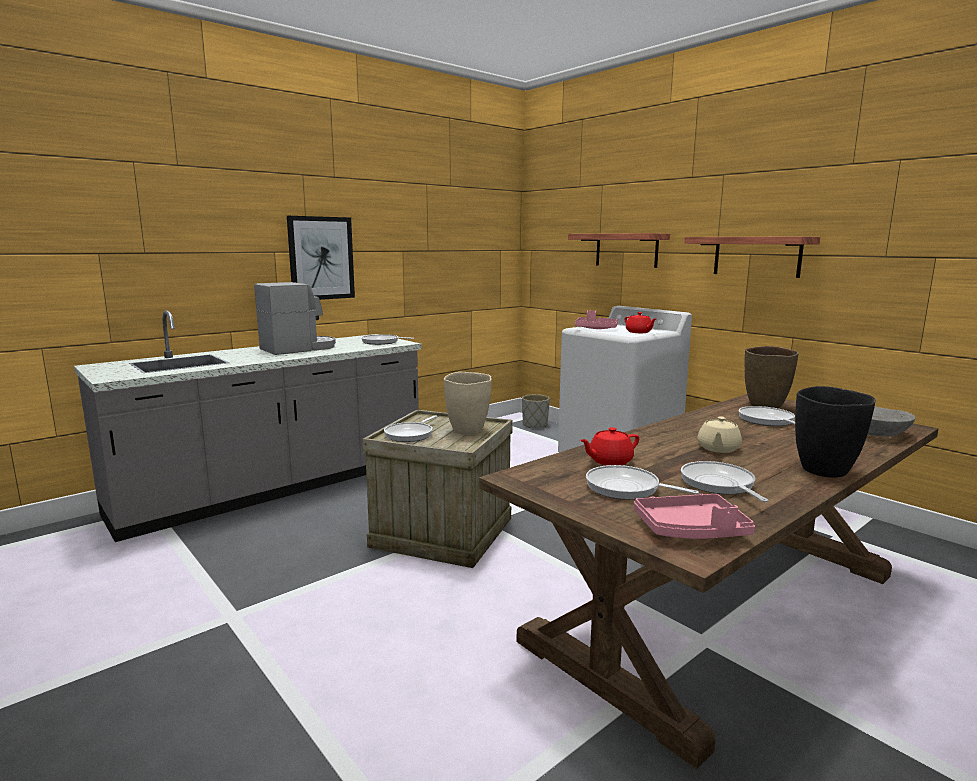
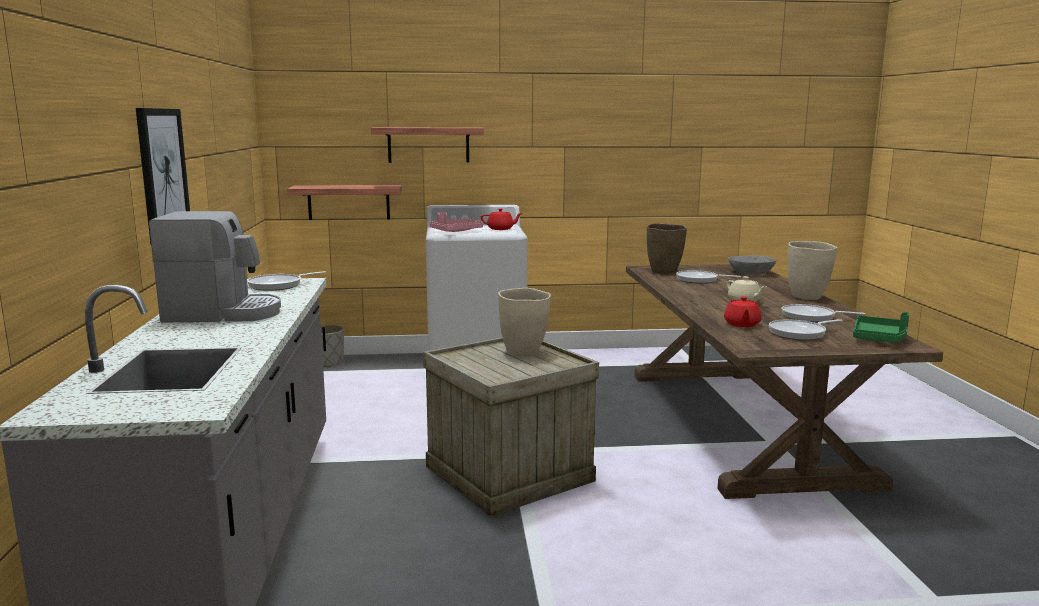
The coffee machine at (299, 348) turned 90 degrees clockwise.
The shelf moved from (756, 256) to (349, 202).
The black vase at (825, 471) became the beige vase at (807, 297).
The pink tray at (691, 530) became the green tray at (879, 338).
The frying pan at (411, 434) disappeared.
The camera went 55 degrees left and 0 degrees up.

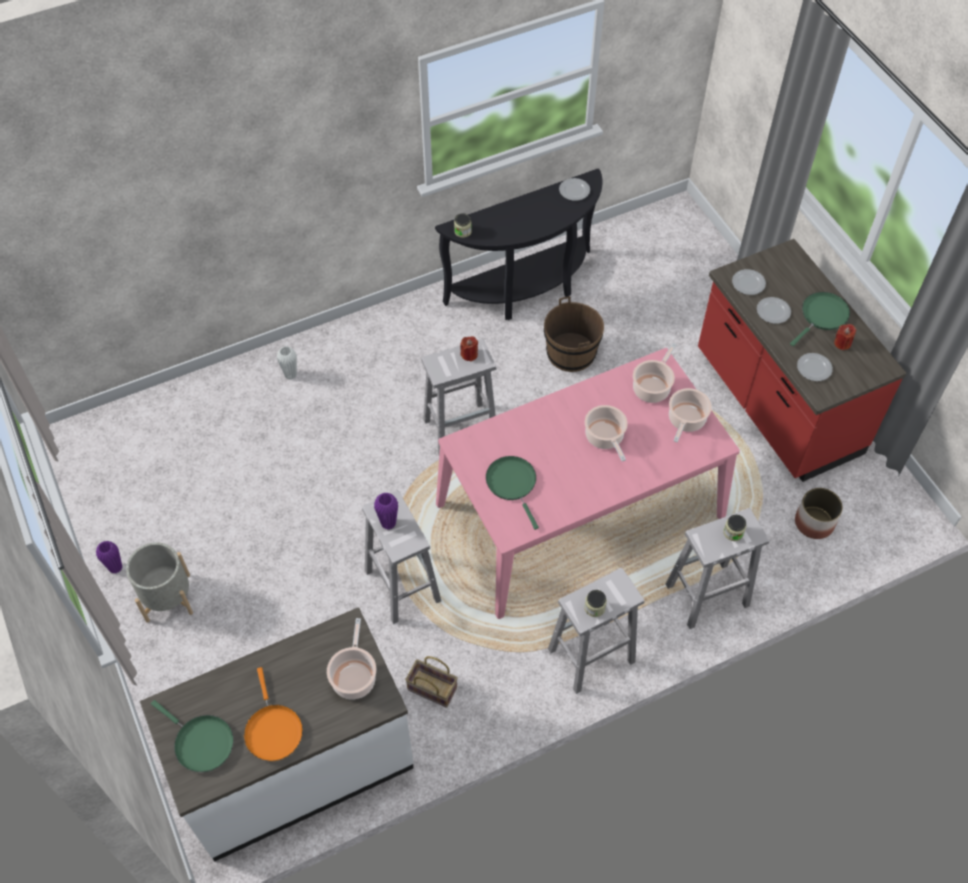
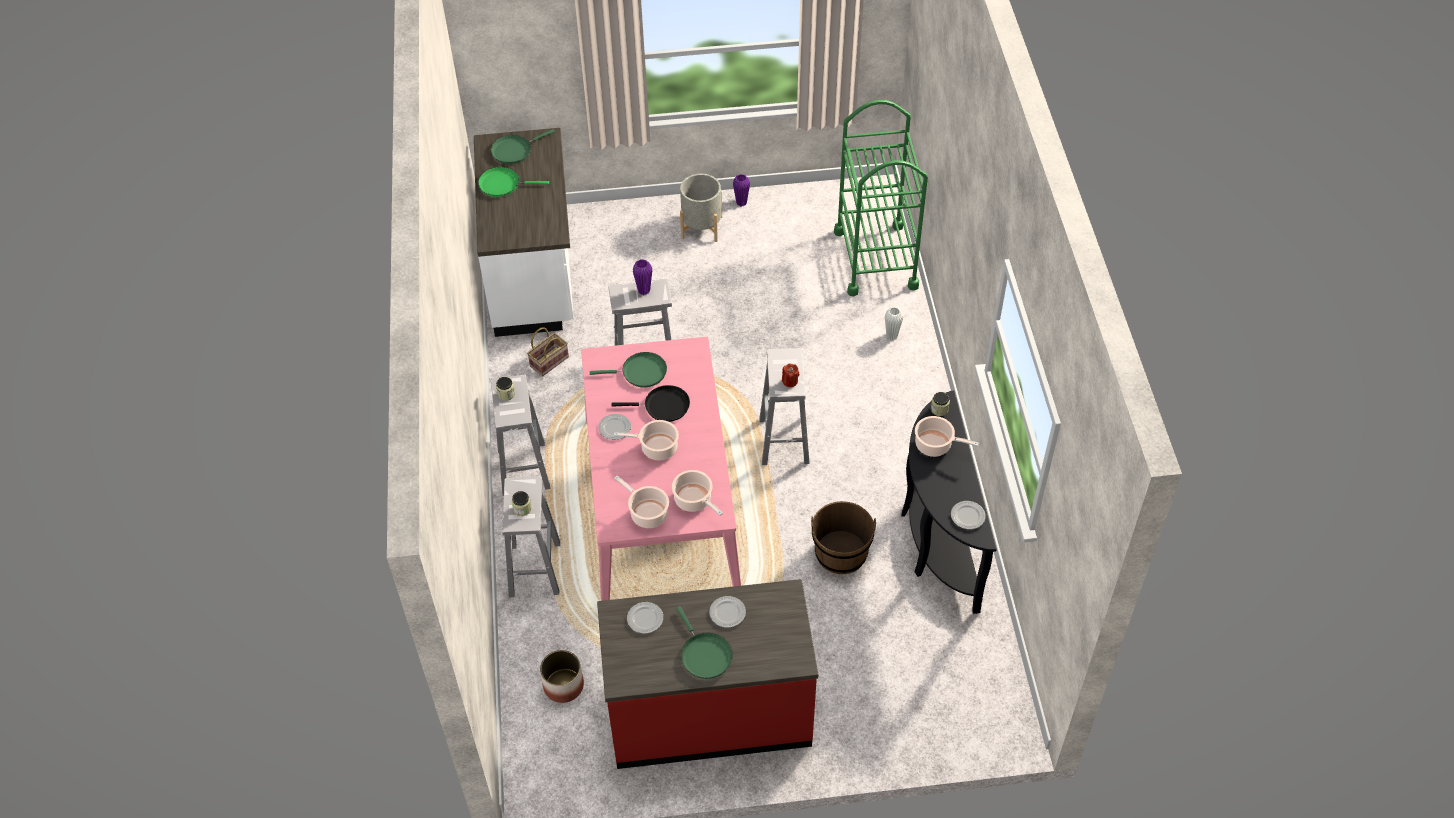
The orange frying pan at (273, 730) became the green frying pan at (502, 184).
The plate moved from (748, 283) to (614, 428).
The black frying pan at (663, 406) appeared.
The green cart at (875, 259) appeared.
The cooking pot moved from (354, 676) to (935, 445).
The red candle at (842, 343) disappeared.
The camera went 110 degrees right and 5 degrees down.

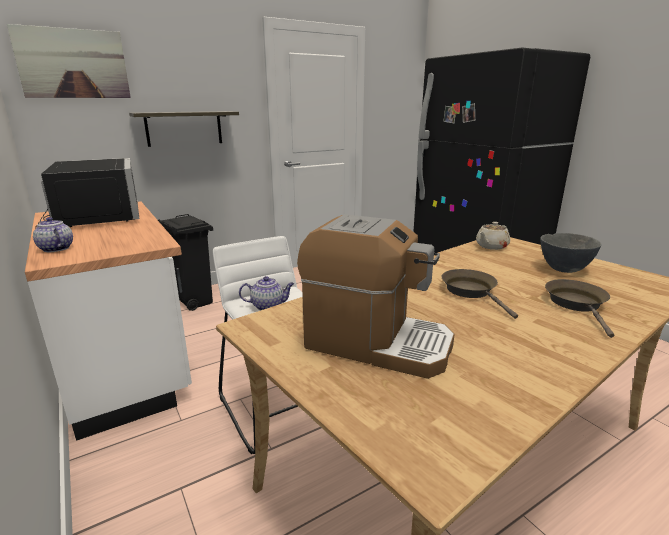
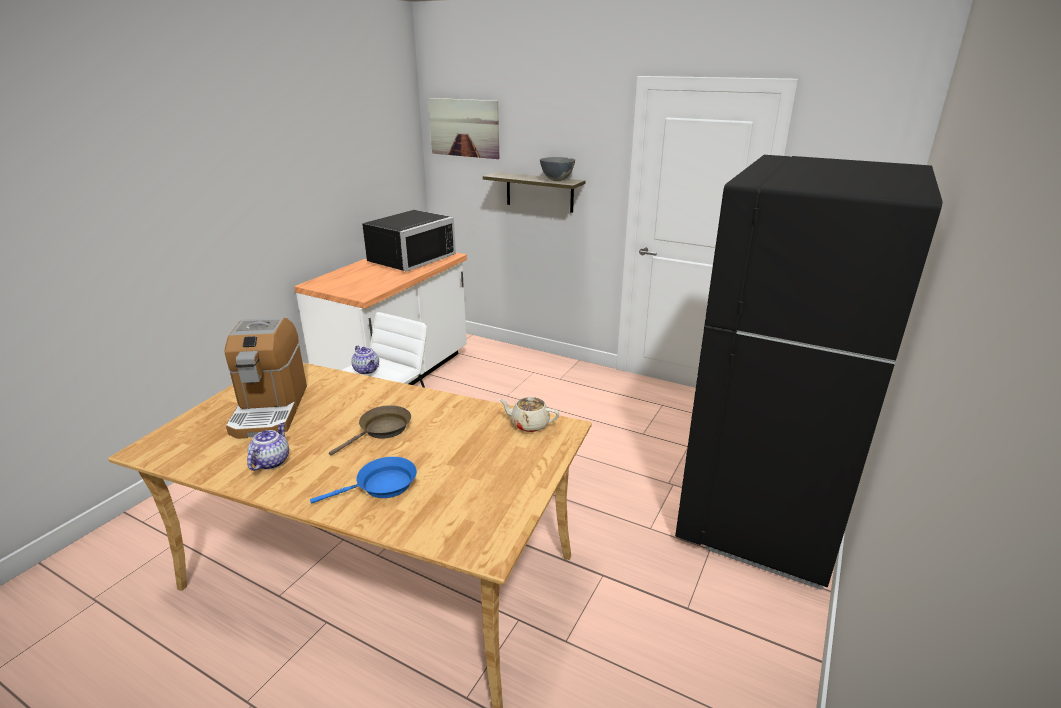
The teapot moved from (55, 248) to (271, 461).
The brown frying pan at (577, 304) became the blue frying pan at (382, 486).
The grey bowl moved from (563, 270) to (557, 180).
The black trash can at (194, 302) disappeared.
The camera went 60 degrees right and 5 degrees up.

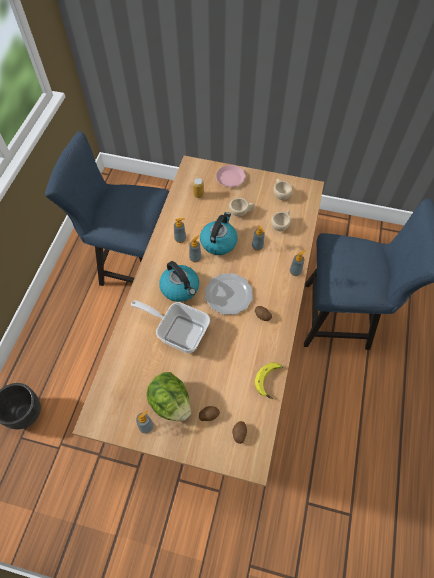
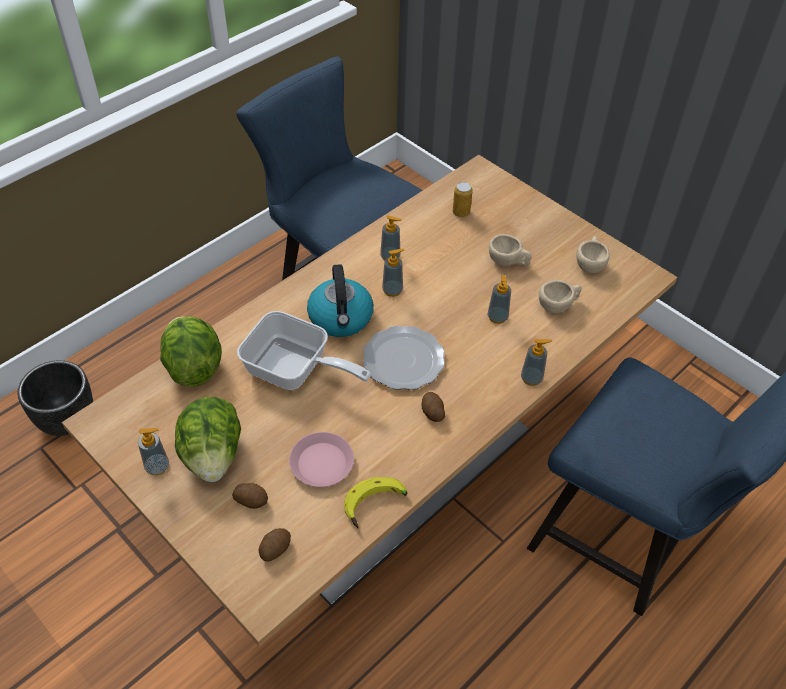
The lettuce at (193, 366) appeared.
The frying pan at (178, 331) turned 150 degrees clockwise.
The pink plate moved from (230, 178) to (321, 463).
The kettle at (218, 242) disappeared.
The camera went 30 degrees right and 10 degrees down.

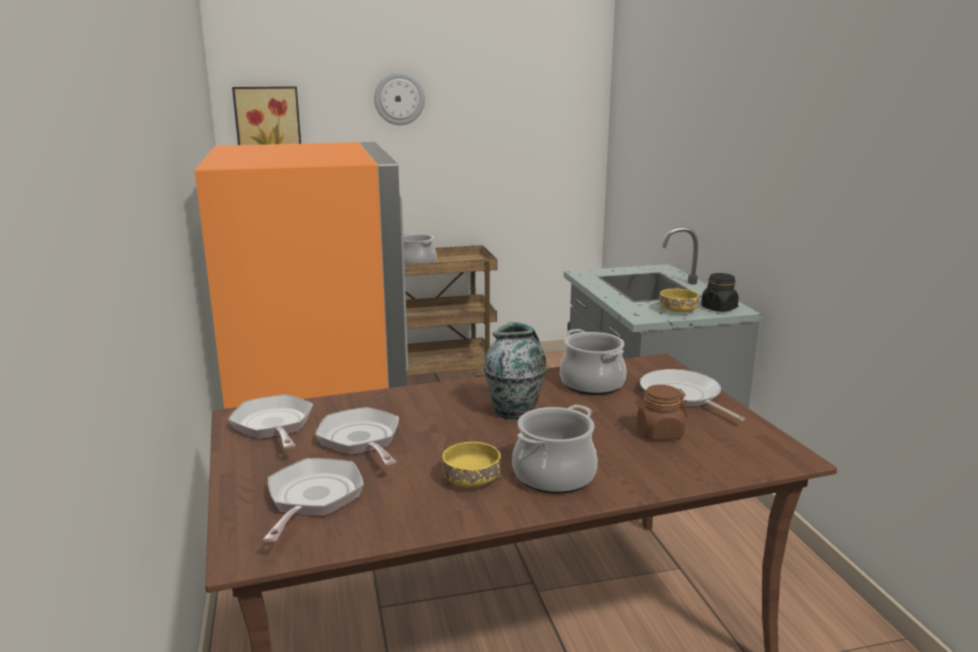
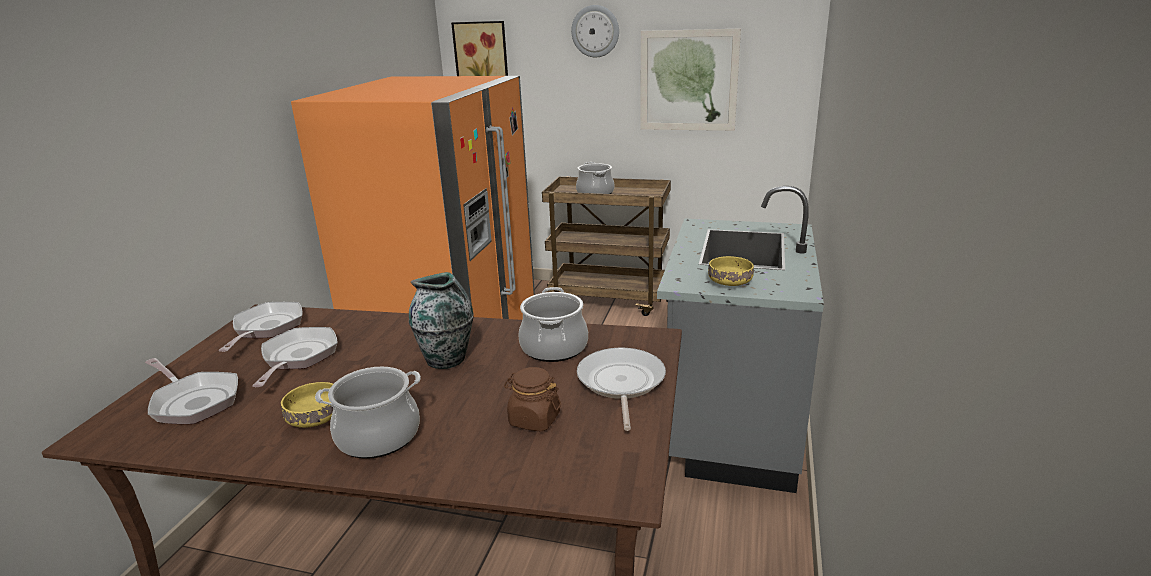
The frying pan at (312, 499) turned 90 degrees clockwise.
The picture at (688, 81) appeared.
The black jar at (719, 308) disappeared.
The camera went 30 degrees right and 5 degrees up.

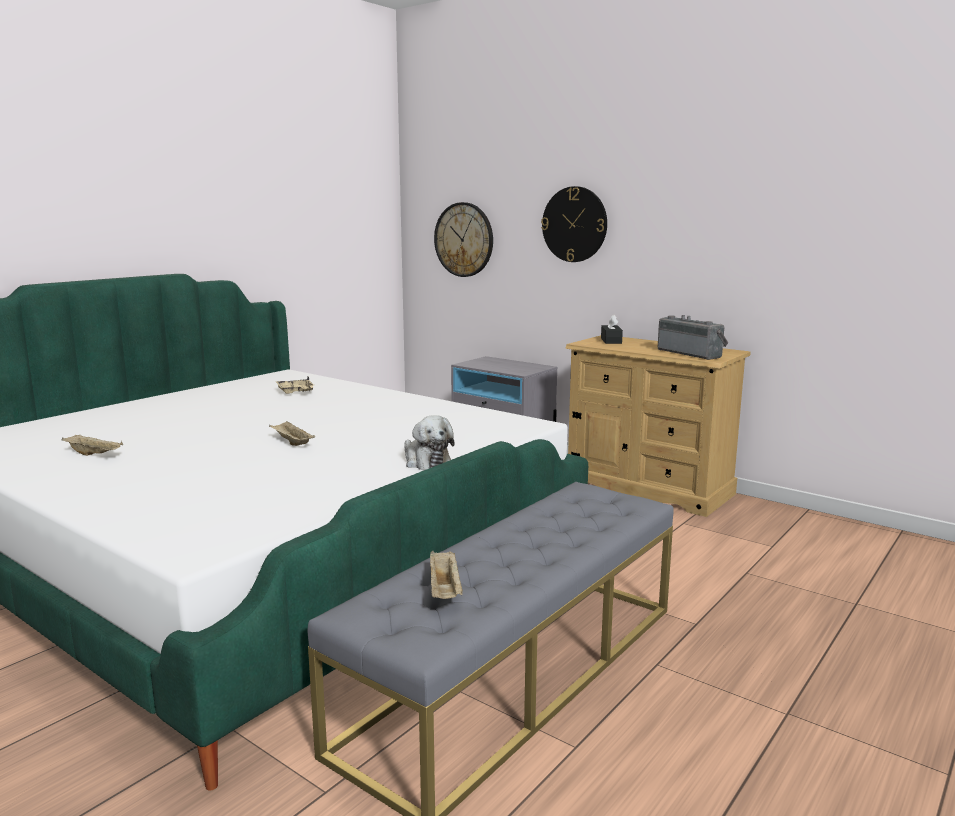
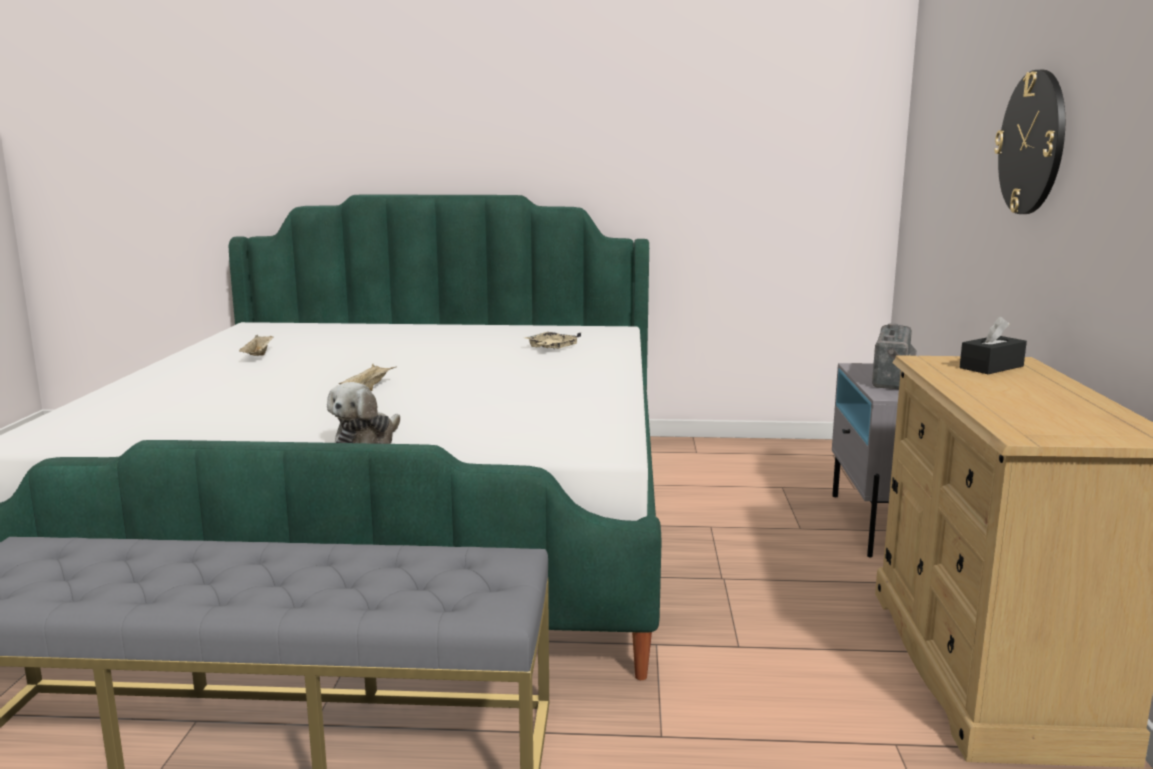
The radio moved from (691, 353) to (896, 379).
The beige tray at (445, 590) disappeared.
The wall clock at (464, 239) disappeared.
The camera went 55 degrees right and 0 degrees up.

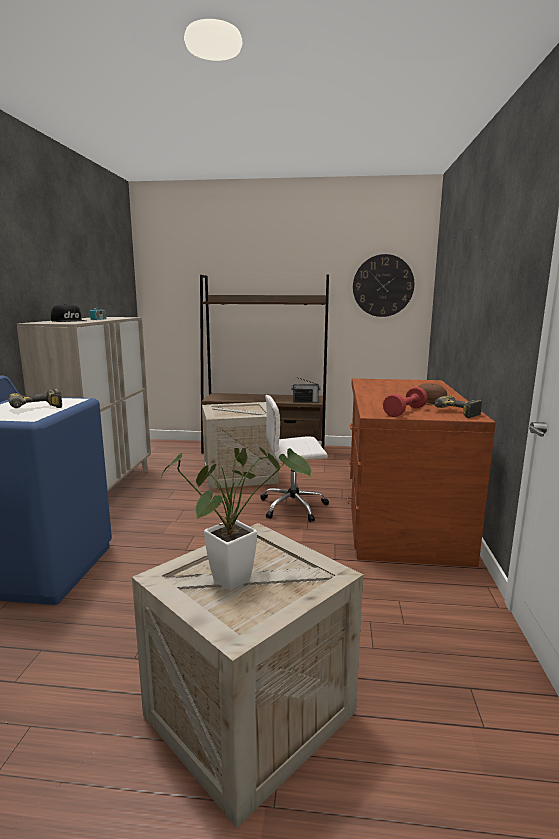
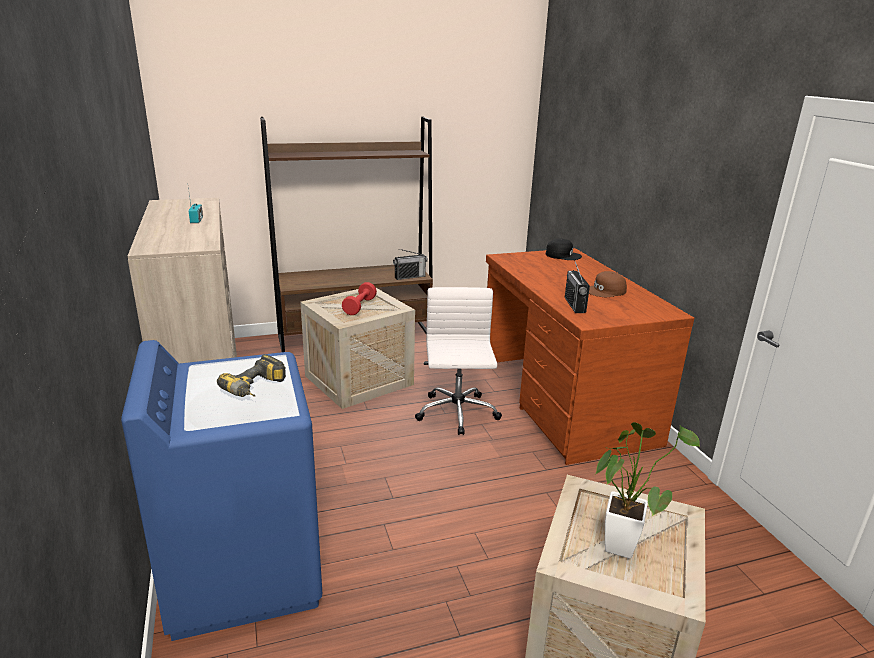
The red dumbbell moved from (405, 412) to (359, 306).
The white office chair at (294, 506) turned 120 degrees clockwise.
The black cap moved from (69, 321) to (562, 255).
The radio at (574, 305) appeared.
The wall clock at (383, 286) disappeared.
The power drill at (453, 413) disappeared.
The camera went 25 degrees left and 10 degrees up.

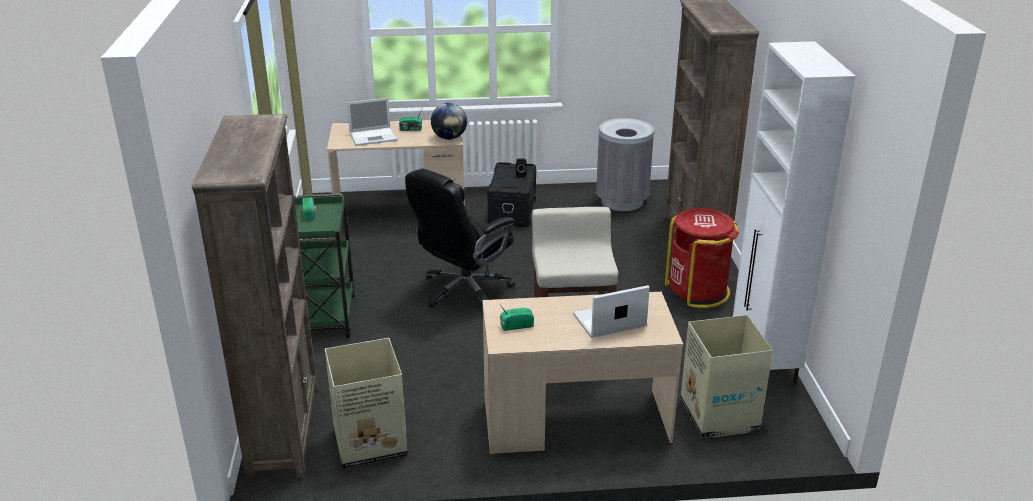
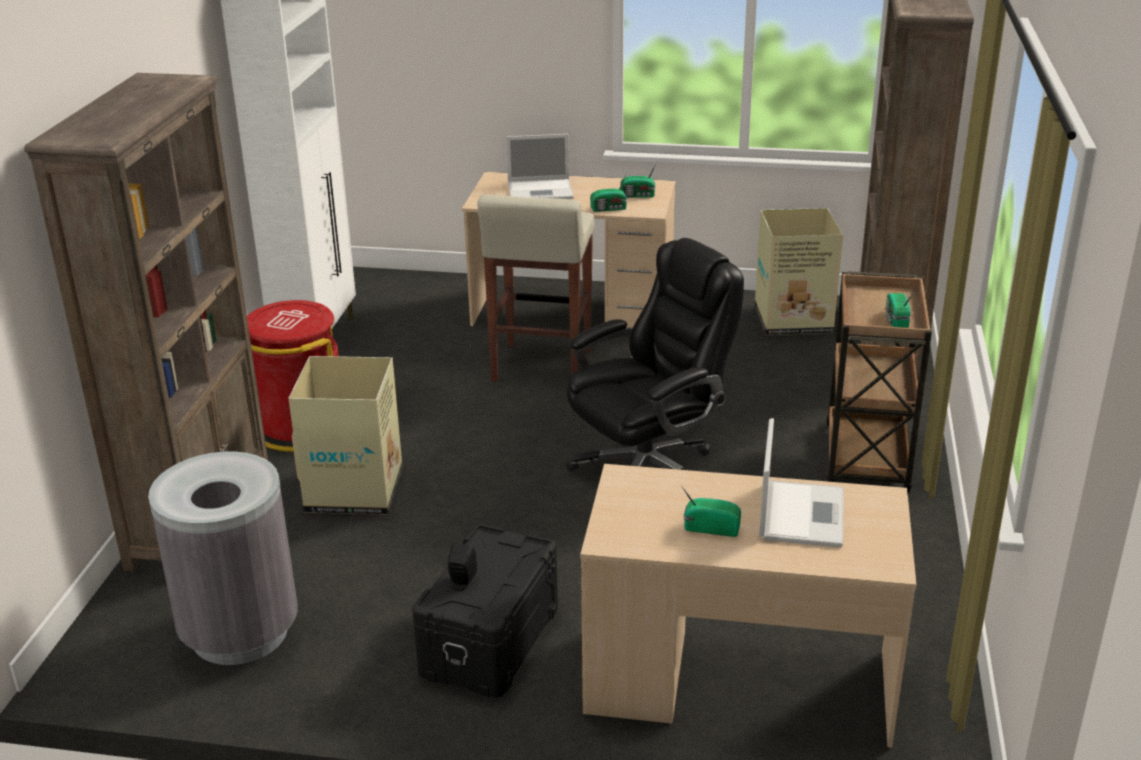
The cardboard box moved from (719, 416) to (355, 490).
The radio at (609, 209) appeared.
The laptop at (374, 136) turned 105 degrees clockwise.
The green cart at (326, 315) became the brown cart at (866, 459).
The globe at (449, 138) disappeared.
The camera went 165 degrees left and 0 degrees up.

